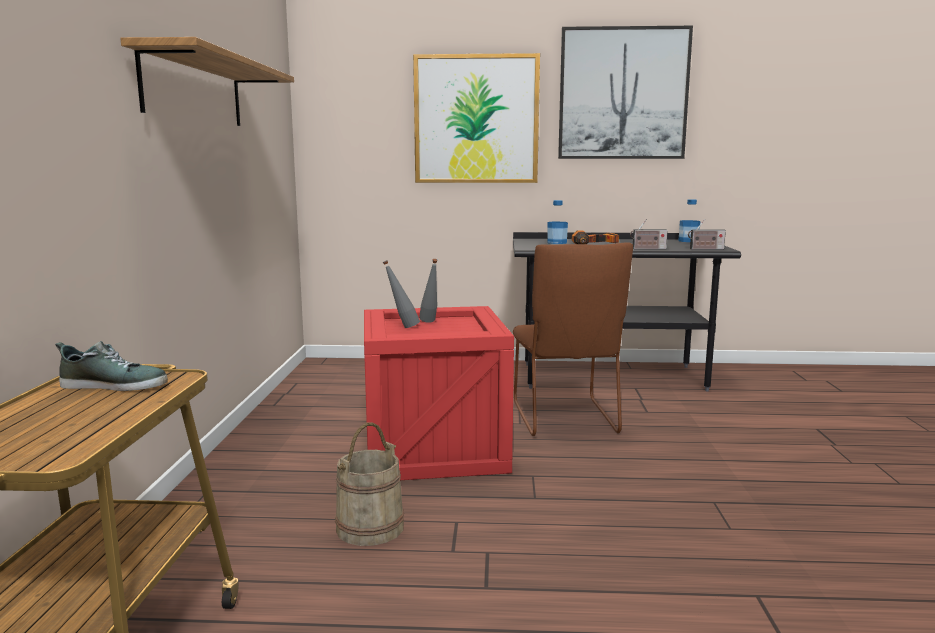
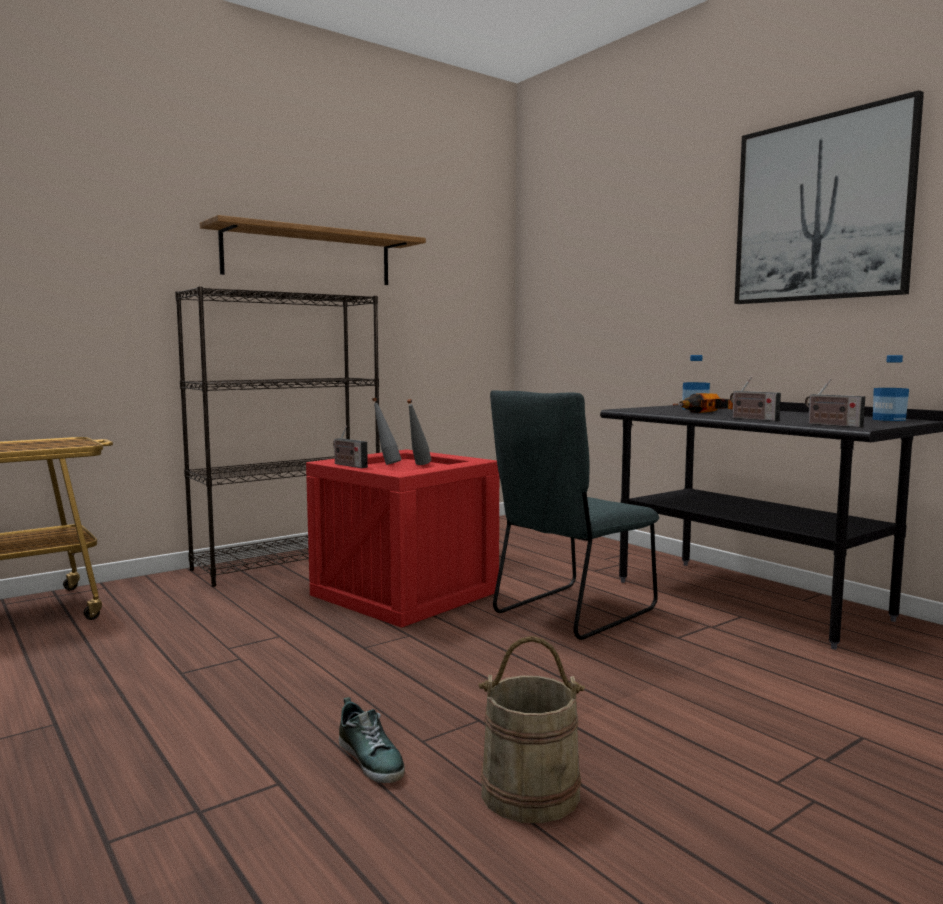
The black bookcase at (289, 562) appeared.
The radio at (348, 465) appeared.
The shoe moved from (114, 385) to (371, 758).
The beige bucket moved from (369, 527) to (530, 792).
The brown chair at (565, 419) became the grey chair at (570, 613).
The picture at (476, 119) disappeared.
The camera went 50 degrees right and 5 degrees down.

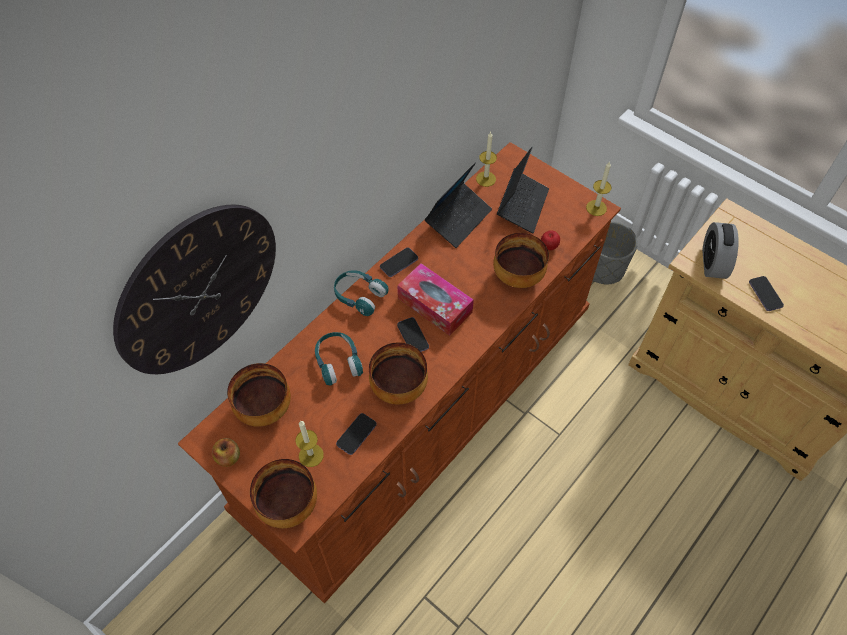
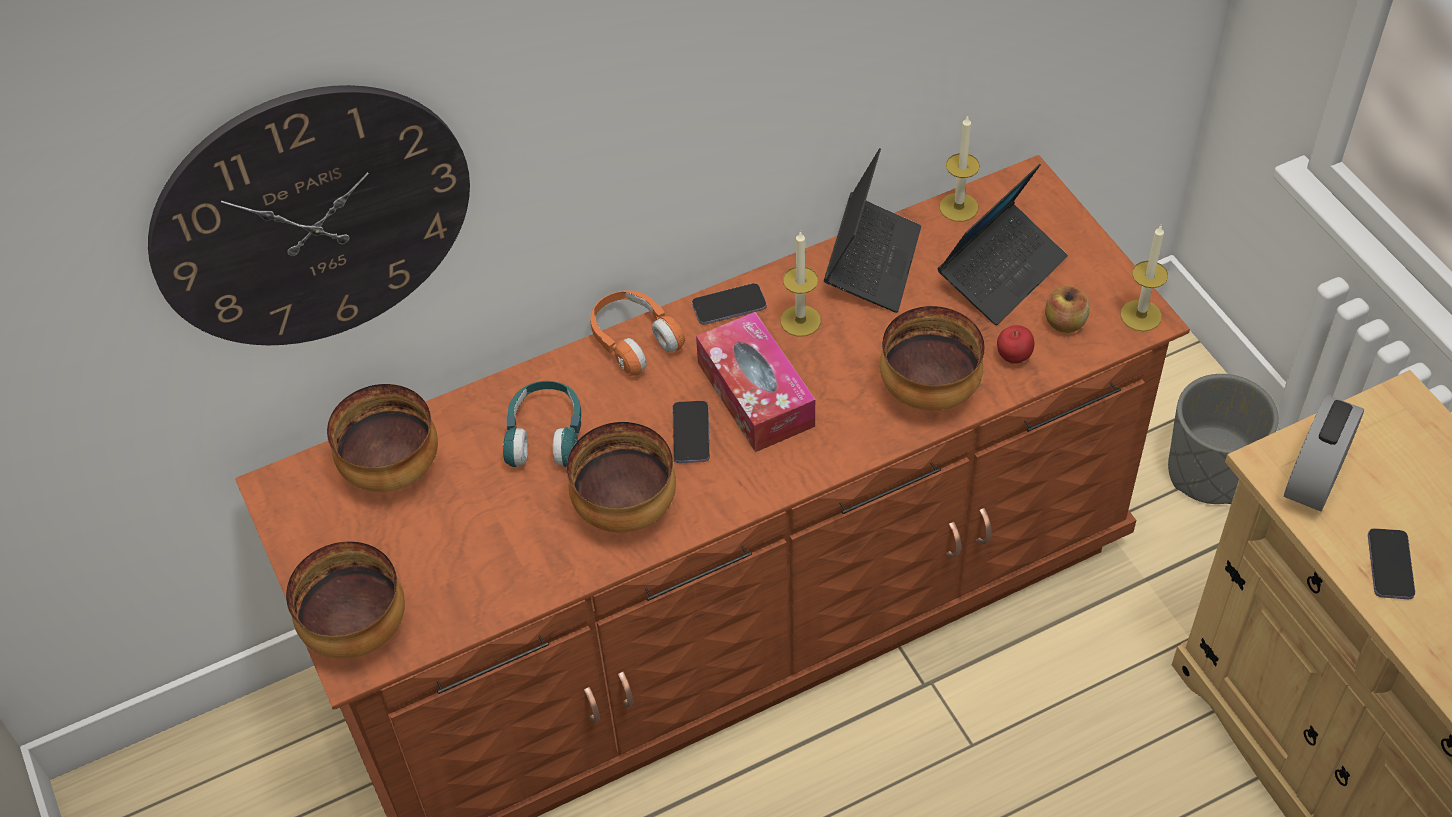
The turquoise headphones at (359, 296) became the orange headphones at (634, 340).
The candle moved from (311, 455) to (800, 321).
The laptop at (458, 219) turned 45 degrees counterclockwise.
The apple moved from (228, 457) to (1065, 323).
The phone at (356, 434) disappeared.
The camera went 25 degrees right and 5 degrees down.

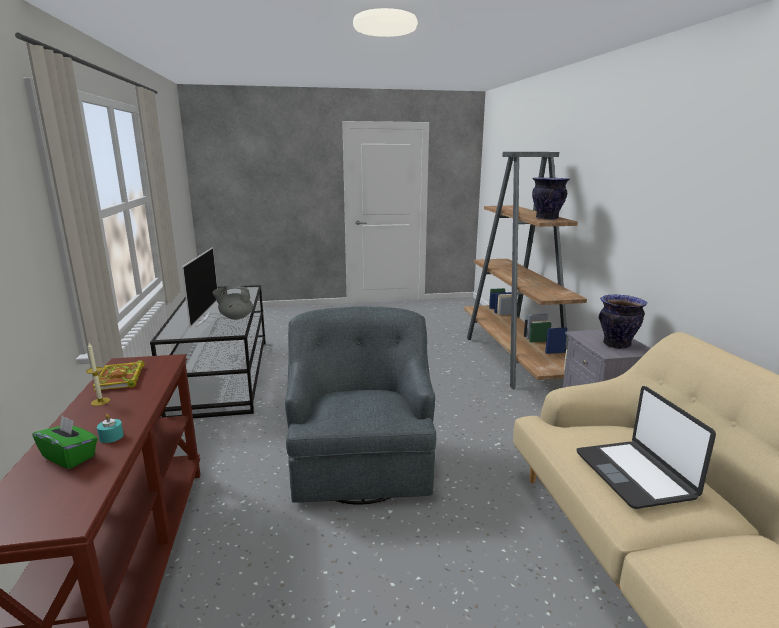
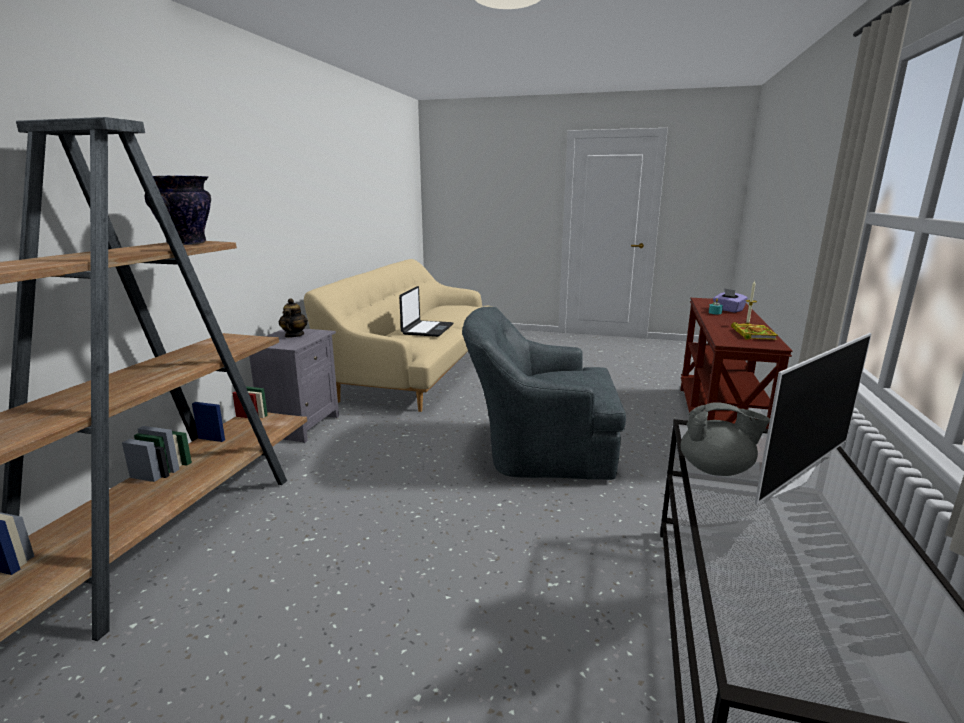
The vase at (616, 344) was replaced by the teapot at (294, 335).
The grey armchair at (361, 459) turned 75 degrees clockwise.
The green tissue box at (70, 457) became the purple tissue box at (728, 310).
The television at (201, 319) turned 150 degrees counterclockwise.
The camera went 155 degrees left and 0 degrees up.

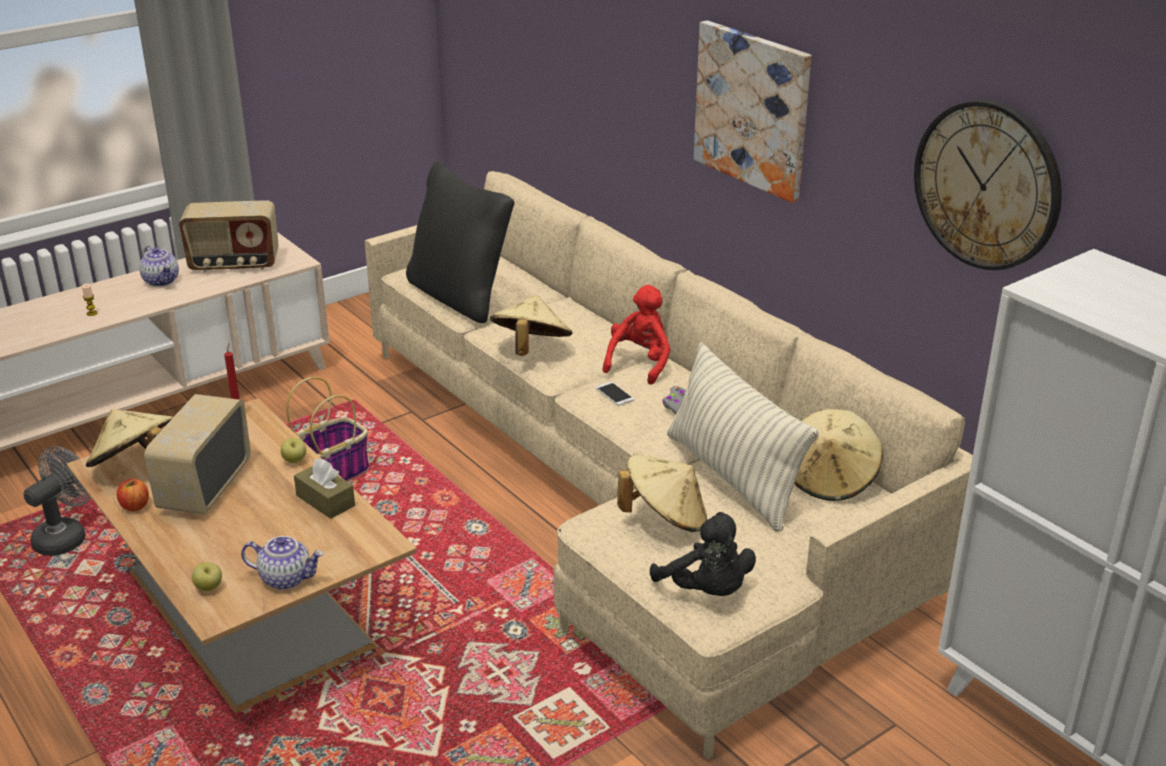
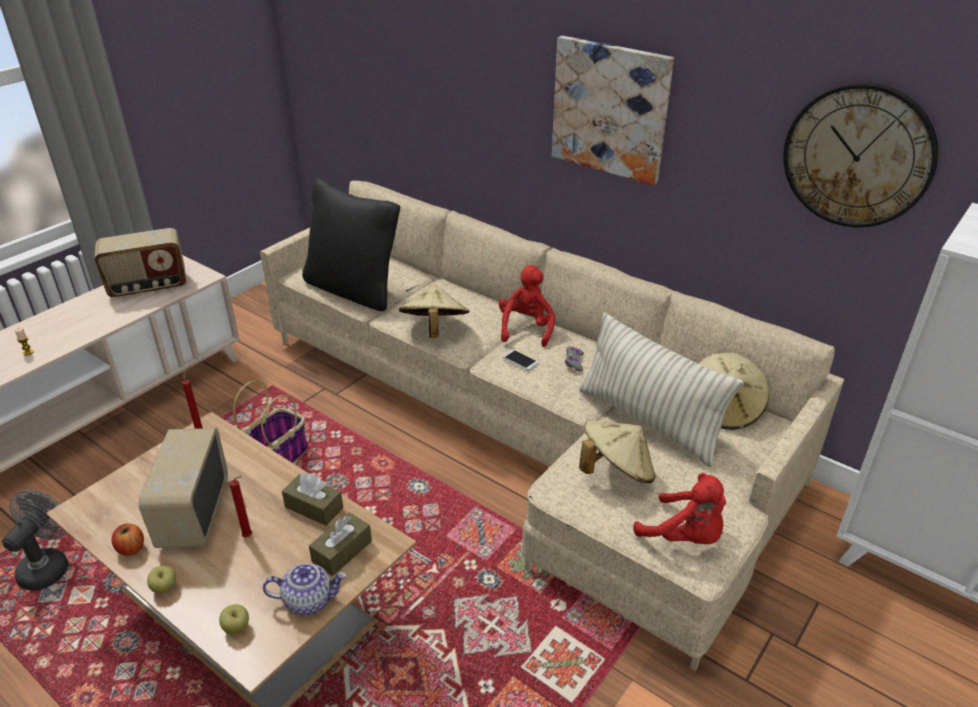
The apple moved from (294, 461) to (165, 588).
The red candle at (249, 536) appeared.
The brown tissue box at (342, 551) appeared.
The black plush toy at (707, 591) became the red plush toy at (684, 536).
The beige hat at (136, 467) disappeared.
The teapot at (162, 281) disappeared.
The camera went 15 degrees left and 5 degrees up.

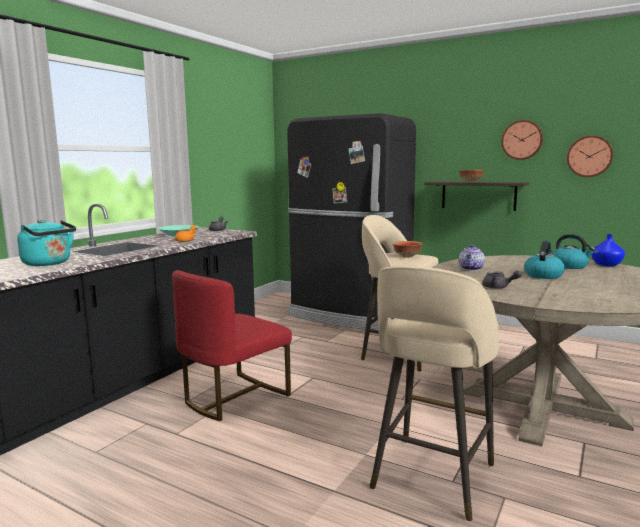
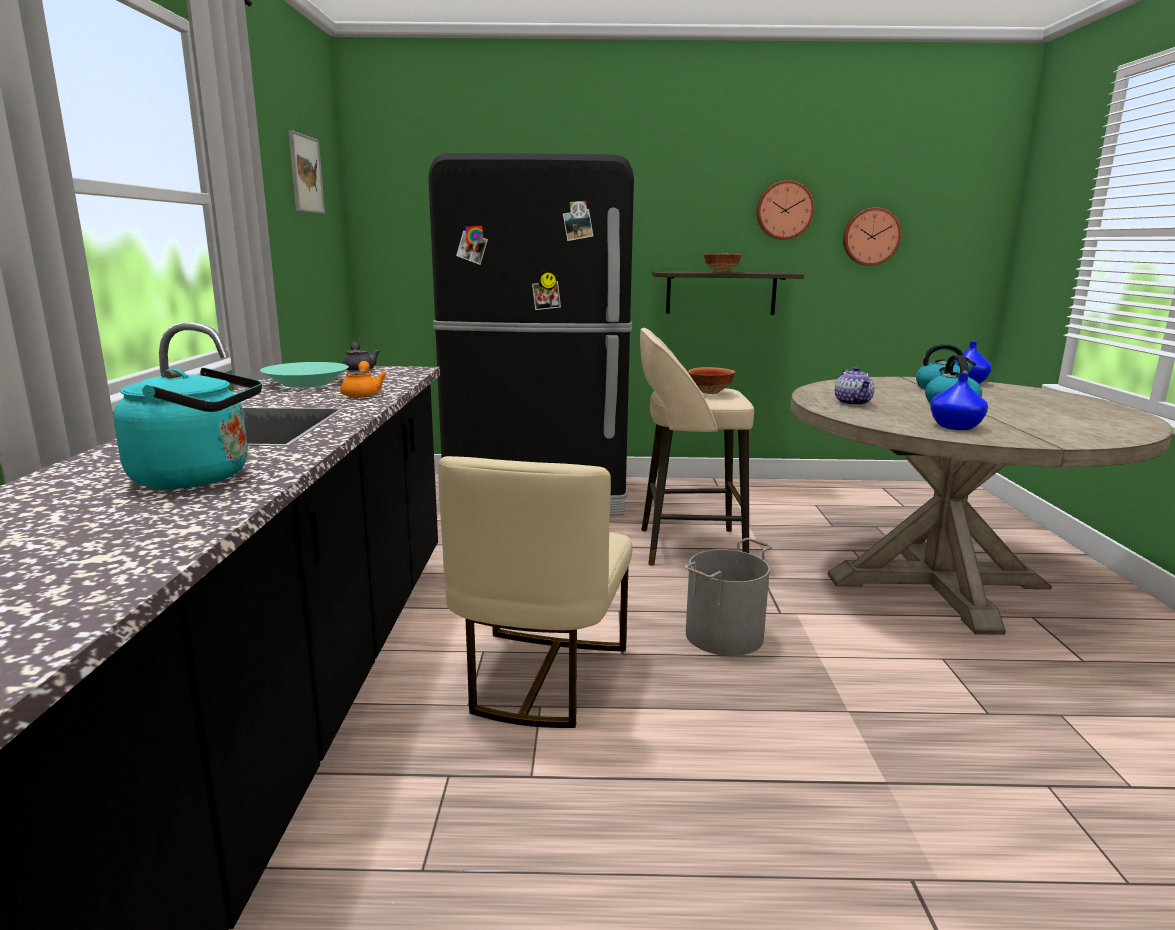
The picture at (306, 174) appeared.
The red chair at (233, 397) became the beige chair at (540, 677).
The grey bucket at (725, 636) appeared.
The grey teapot at (498, 287) was replaced by the blue vase at (955, 426).
The beige stool at (431, 478) disappeared.
The camera went 30 degrees left and 5 degrees up.

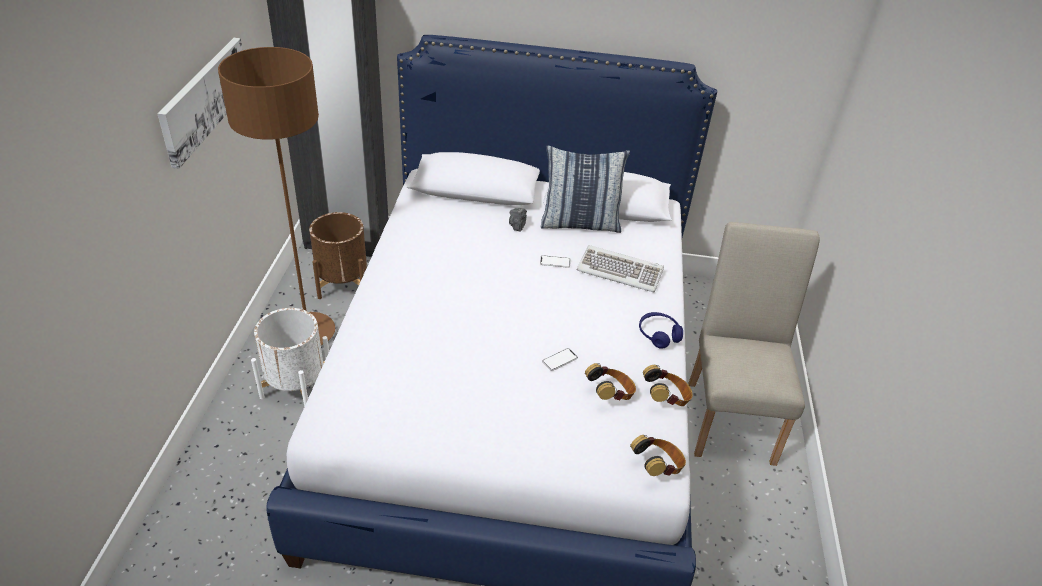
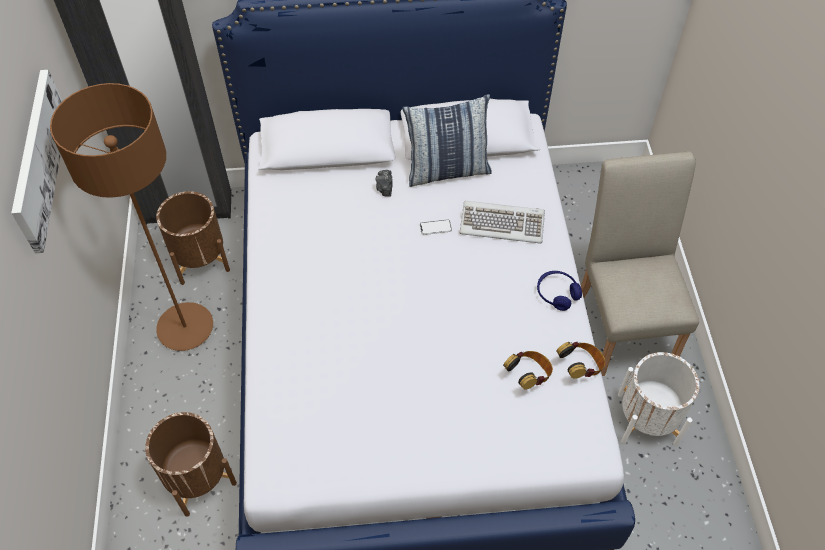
The brown planter at (197, 478) appeared.
The white planter moved from (296, 386) to (647, 419).
The phone at (559, 360) disappeared.
The headphones at (657, 467) disappeared.
The camera went 10 degrees left and 15 degrees up.

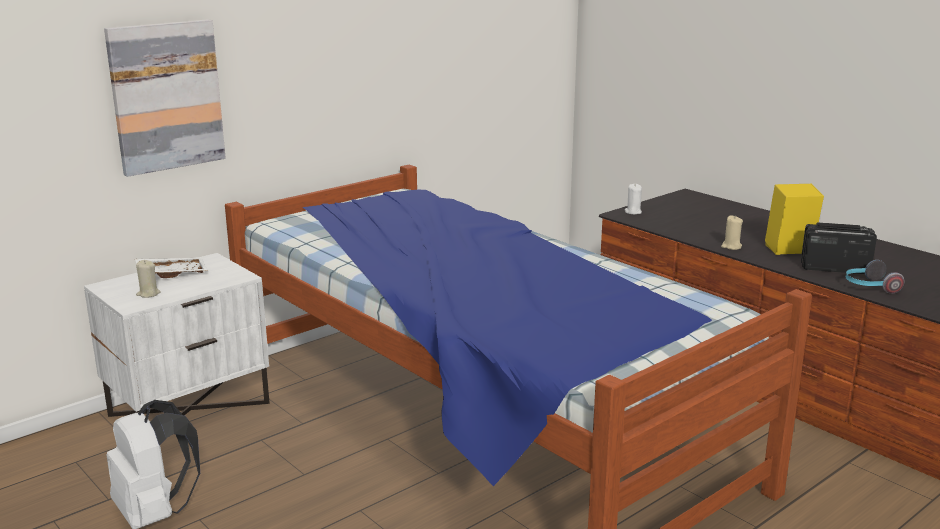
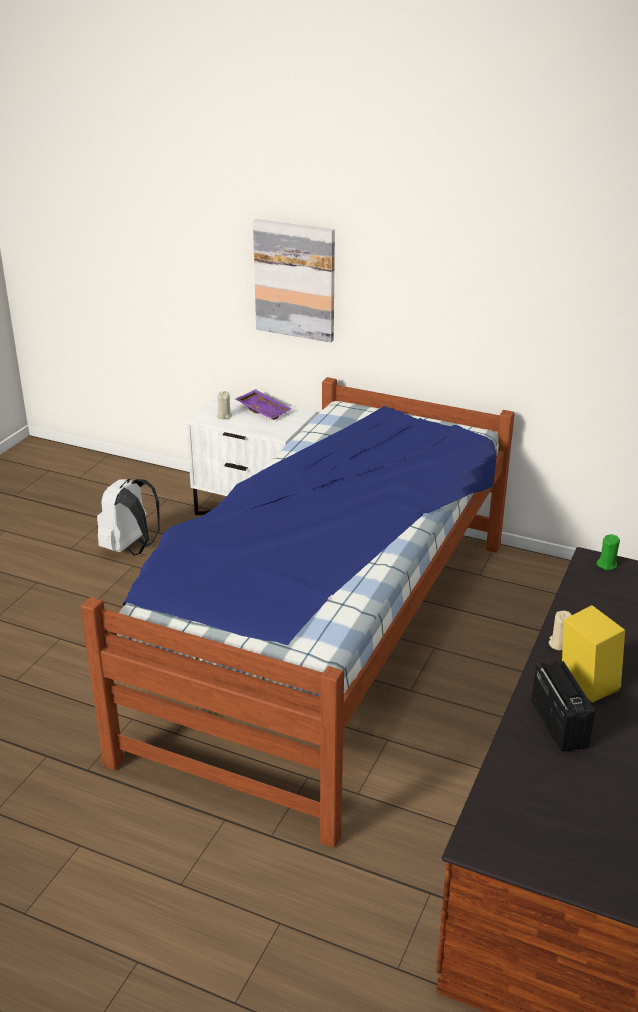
The white tray at (172, 273) became the purple tray at (264, 410).
The white candle at (633, 212) became the green candle at (606, 564).
The headphones at (869, 287) disappeared.
The camera went 65 degrees right and 10 degrees up.

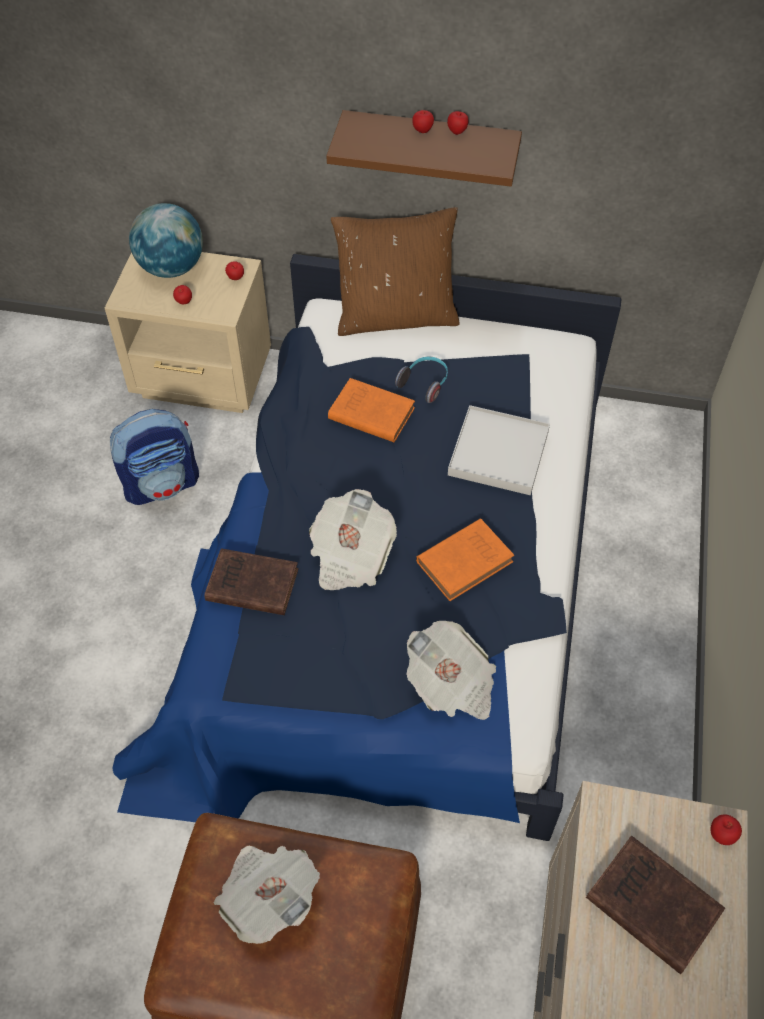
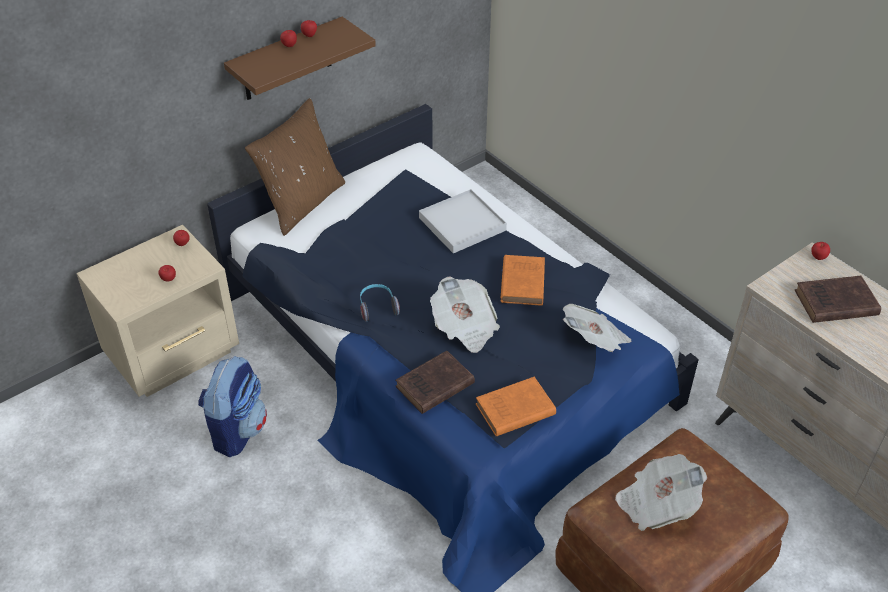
The headphones moved from (425, 383) to (377, 307).
The orange book moved from (369, 413) to (513, 410).
The globe at (172, 268) disappeared.
The camera went 50 degrees left and 10 degrees down.

